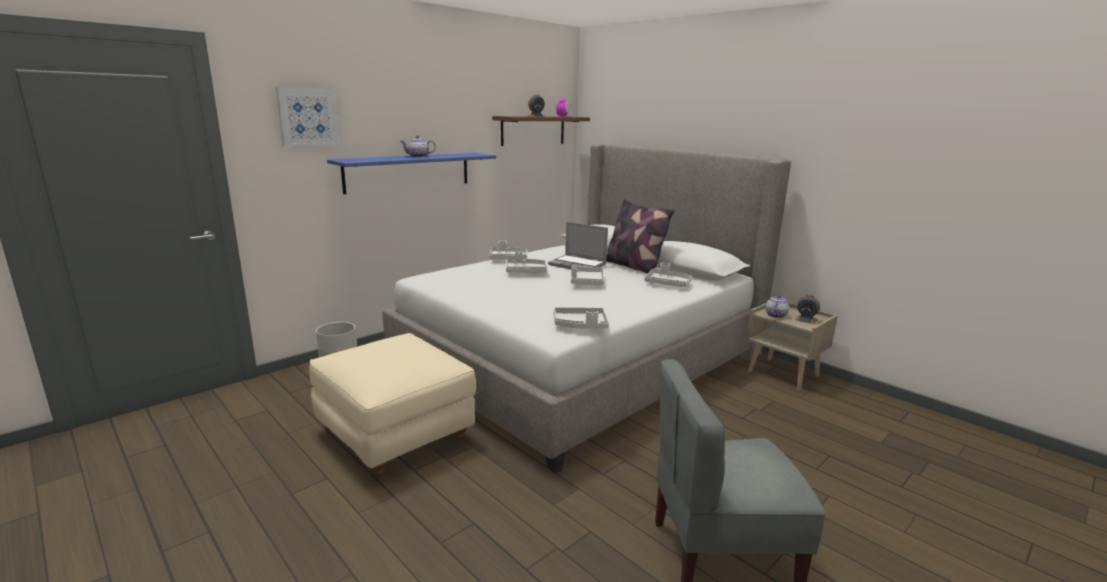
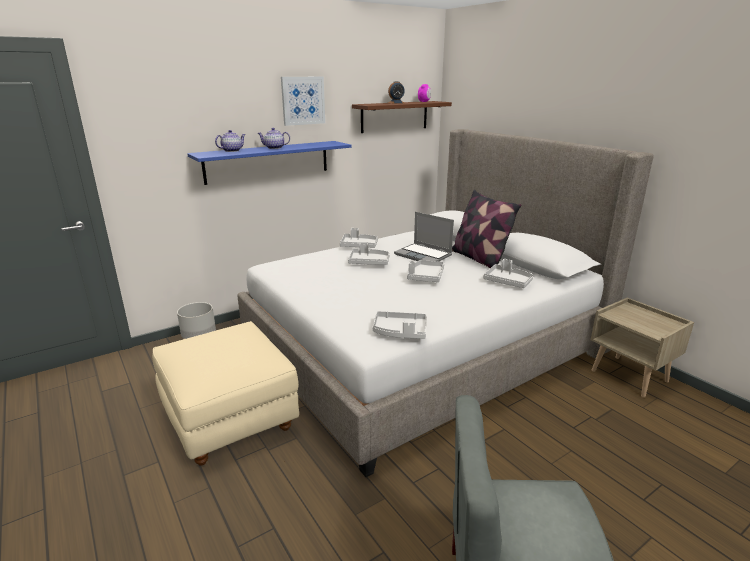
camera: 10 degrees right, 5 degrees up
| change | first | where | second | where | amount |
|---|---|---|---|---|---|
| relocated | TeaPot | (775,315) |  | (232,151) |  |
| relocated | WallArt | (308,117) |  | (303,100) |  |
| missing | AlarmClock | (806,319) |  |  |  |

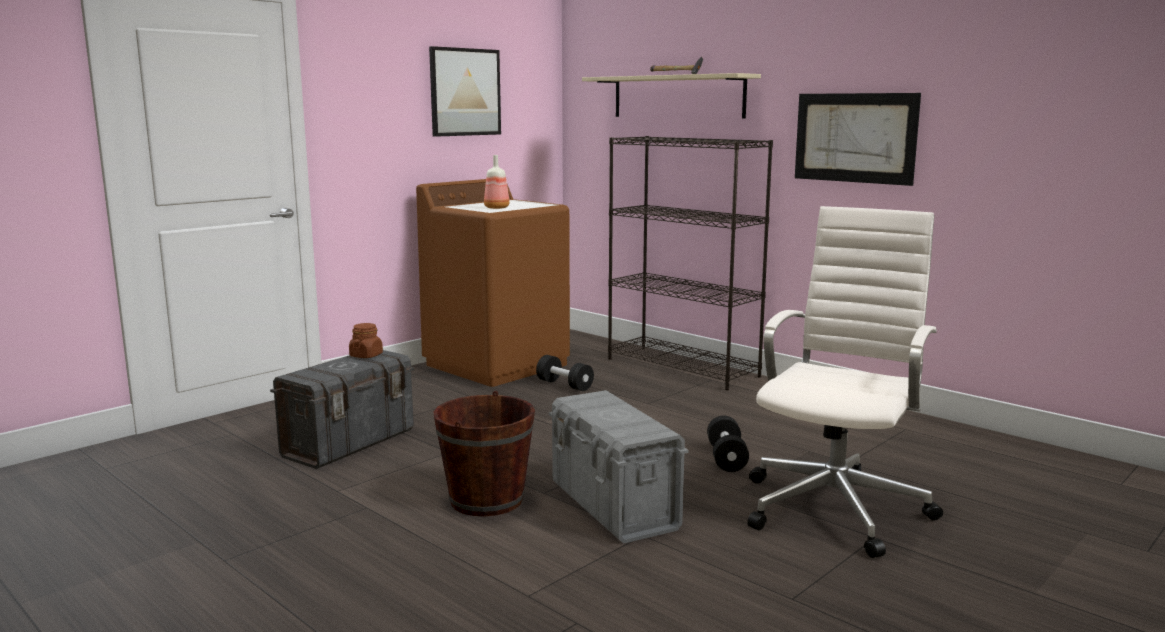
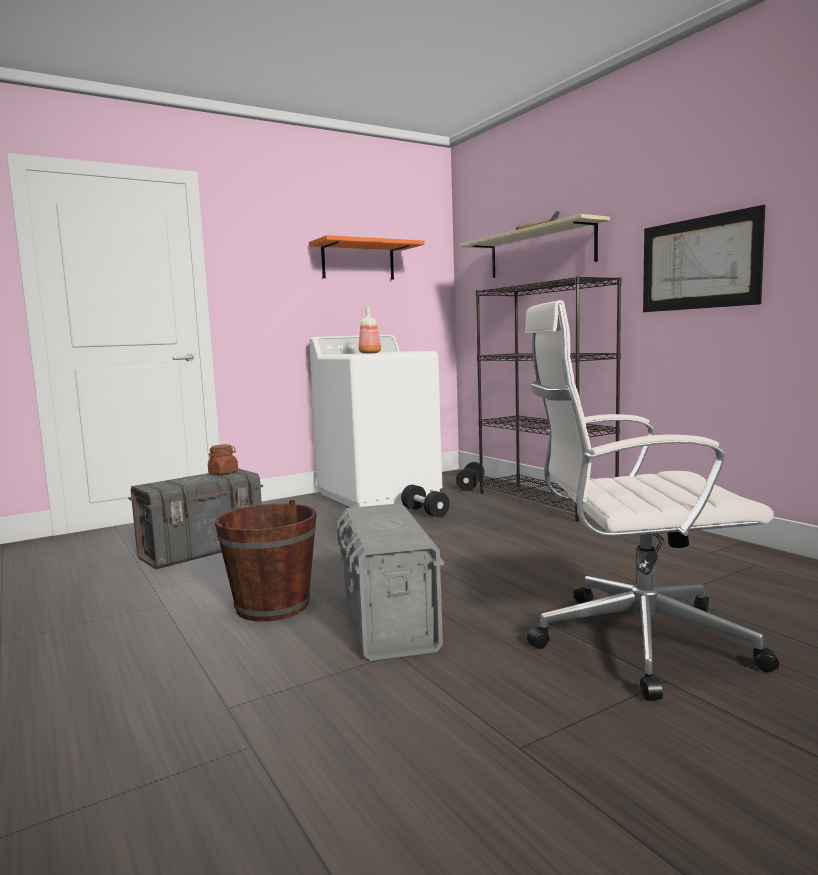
camera: 15 degrees right, 5 degrees down
| change | first | where | second | where | amount |
|---|---|---|---|---|---|
| exchanged | WallArt | (465,92) | OrangeColouredBracketShelf | (358,261) |  |
| colour | BrownColouredLaundryMachine | (497,364) | WhiteLaundryMachine | (380,495) |  |
| relocated | BlackColouredDumbbell | (726,458) |  | (470,486) |  |
| spun | WhiteDeskChair | (836,507) |  | (634,641) | 135 degrees counterclockwise |

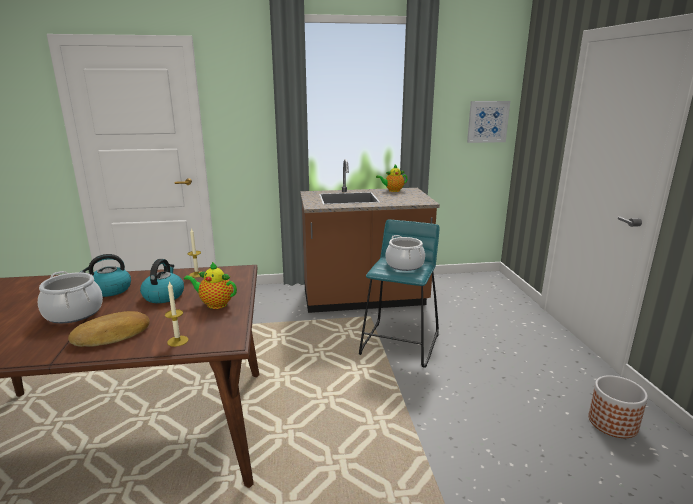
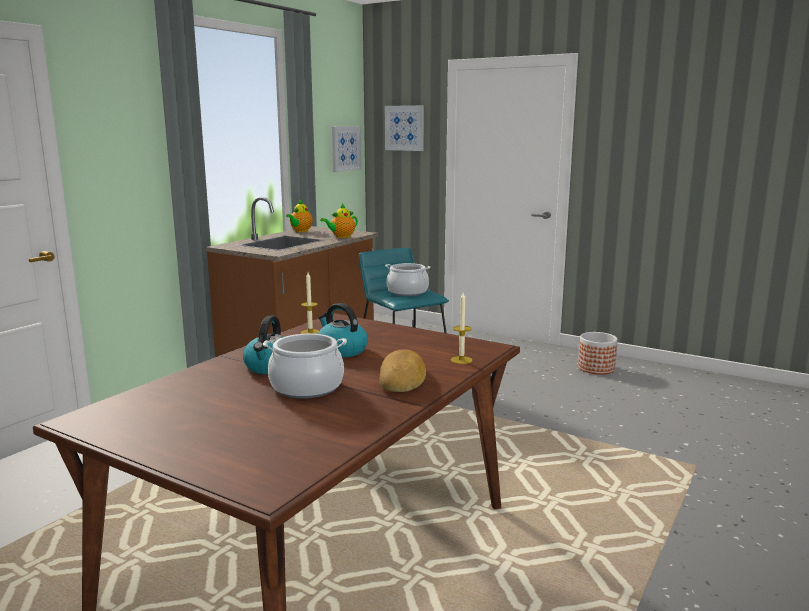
camera: 50 degrees left, 5 degrees down
| change | first | where | second | where | amount |
|---|---|---|---|---|---|
| relocated | TeaPot | (214,304) |  | (341,237) |  |
| appeared |  |  | WallArt | (404,128) |  |

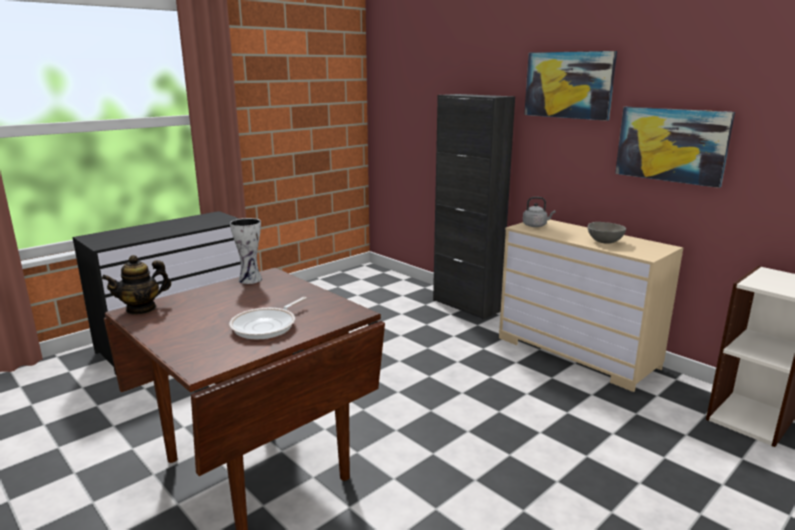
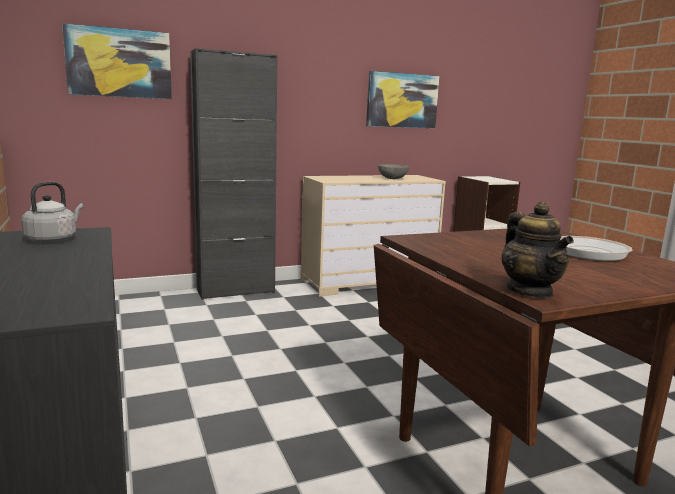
camera: 70 degrees left, 5 degrees down
| change | first | where | second | where | amount |
|---|---|---|---|---|---|
| relocated | GreyKettle | (536,225) |  | (53,239) |  |
| relocated | WallArt | (568,85) |  | (119,63) |  |
| missing | Vase | (251,279) |  |  |  |

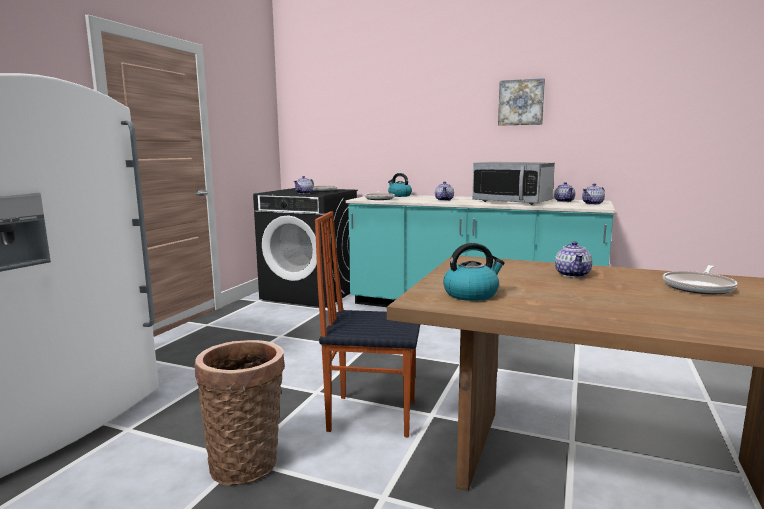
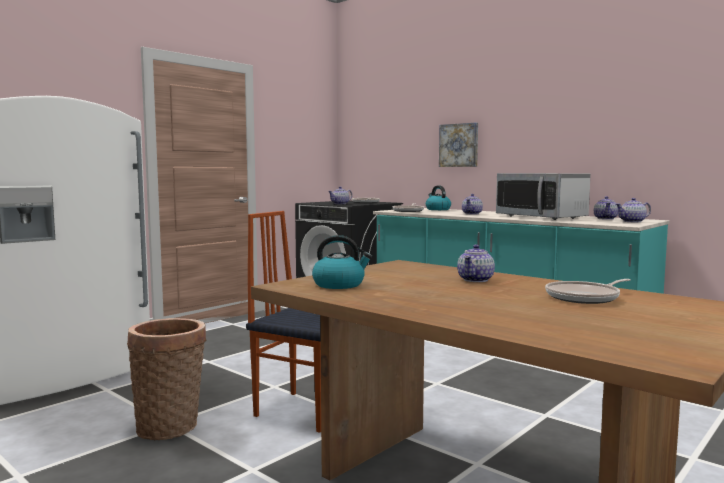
camera: 20 degrees right, 5 degrees down
| change | first | where | second | where | amount |
|---|---|---|---|---|---|
| relocated | WallArt | (521,102) |  | (459,145) |  |

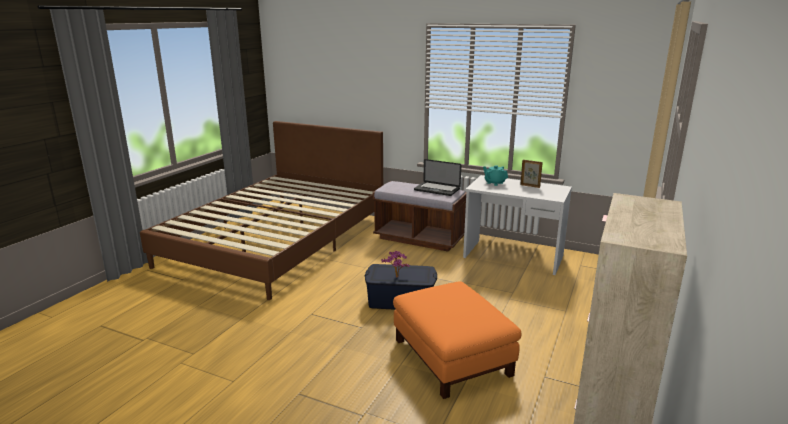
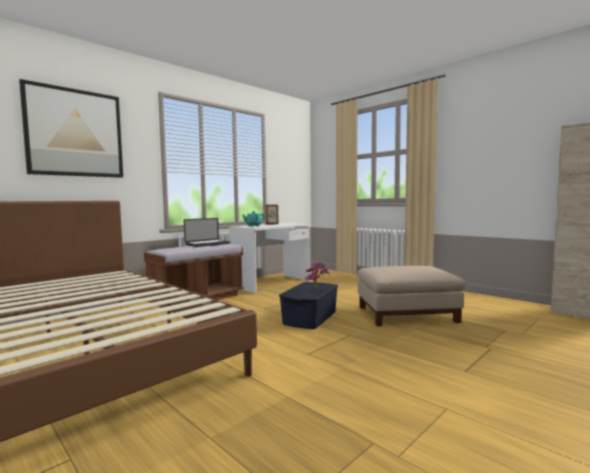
camera: 70 degrees left, 15 degrees down
| change | first | where | second | where | amount |
|---|---|---|---|---|---|
| appeared |  |  | WallArt | (75,133) |  |
| colour | OrangeColouredPouffe | (453,357) | SandColouredPouffe | (406,314) |  |

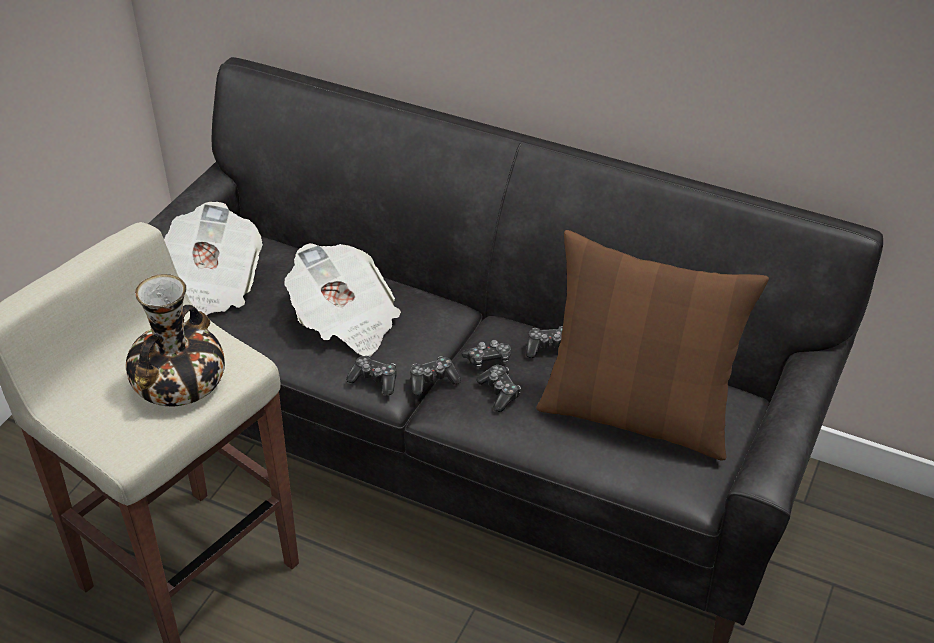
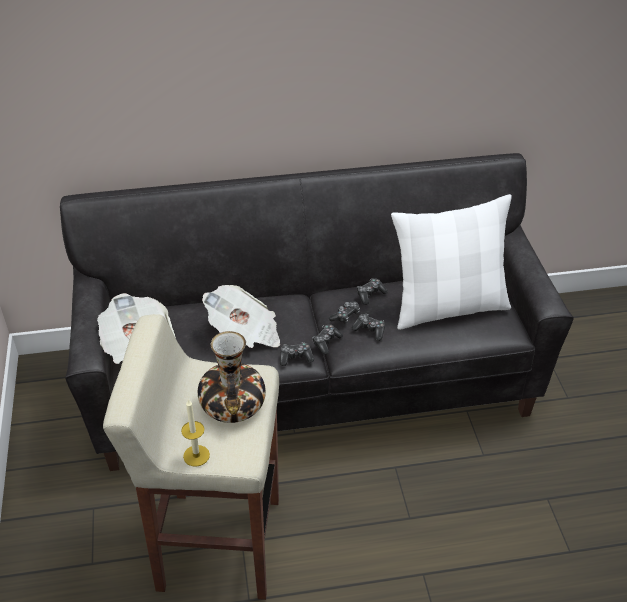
camera: 35 degrees left, 0 degrees up
| change | first | where | second | where | amount |
|---|---|---|---|---|---|
| appeared |  |  | Candle | (196,455) |  |
| colour | BrownColouredPillow | (636,414) | WhitePillow | (448,307) |  |

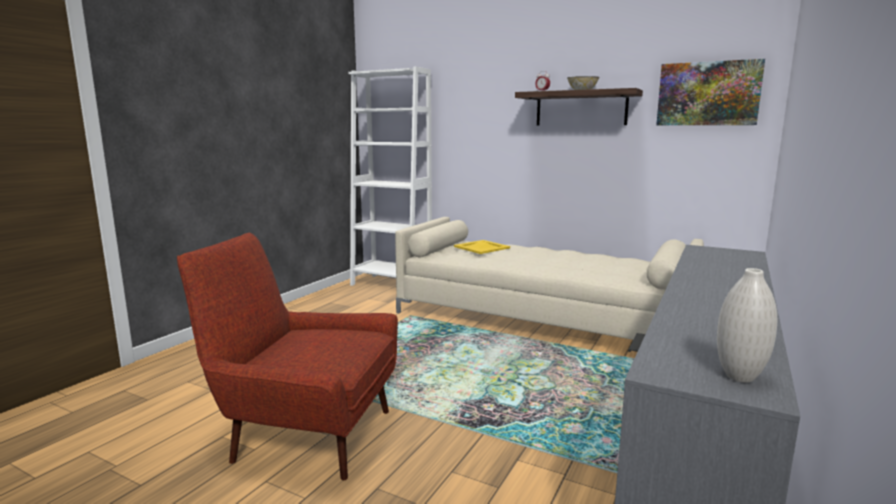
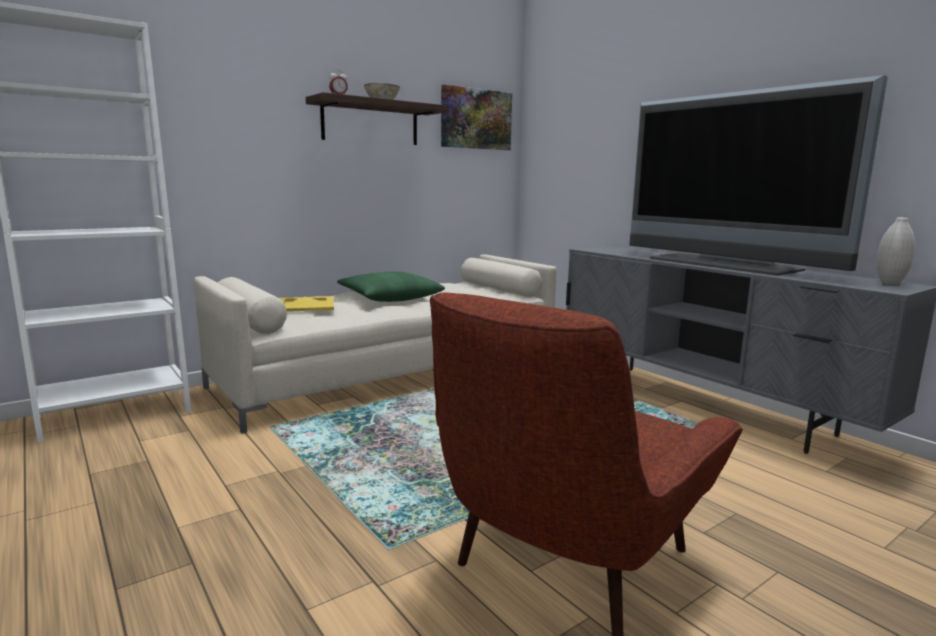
camera: 65 degrees left, 0 degrees up
| change | first | where | second | where | amount |
|---|---|---|---|---|---|
| appeared |  |  | GreenPillow | (390,297) |  |
| appeared |  |  | Television | (723,264) |  |

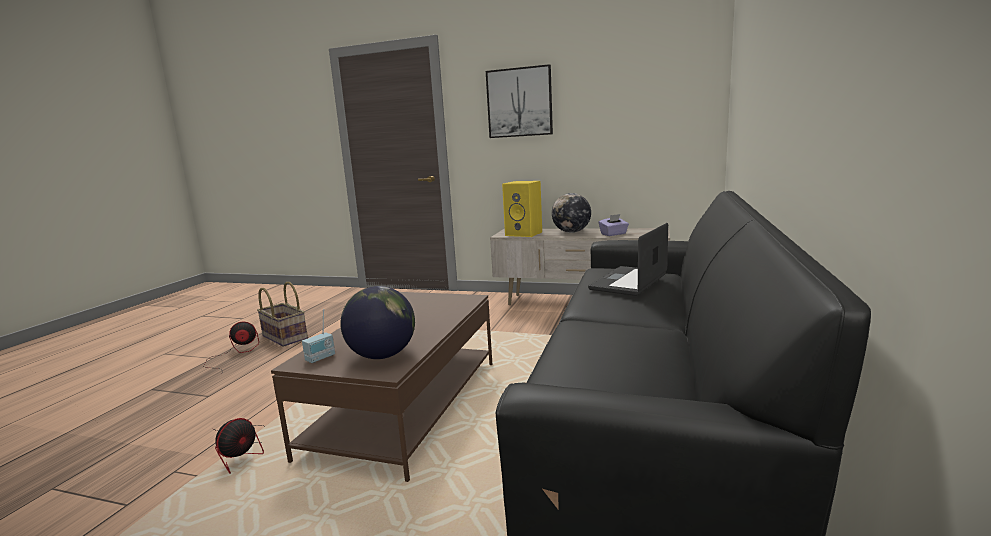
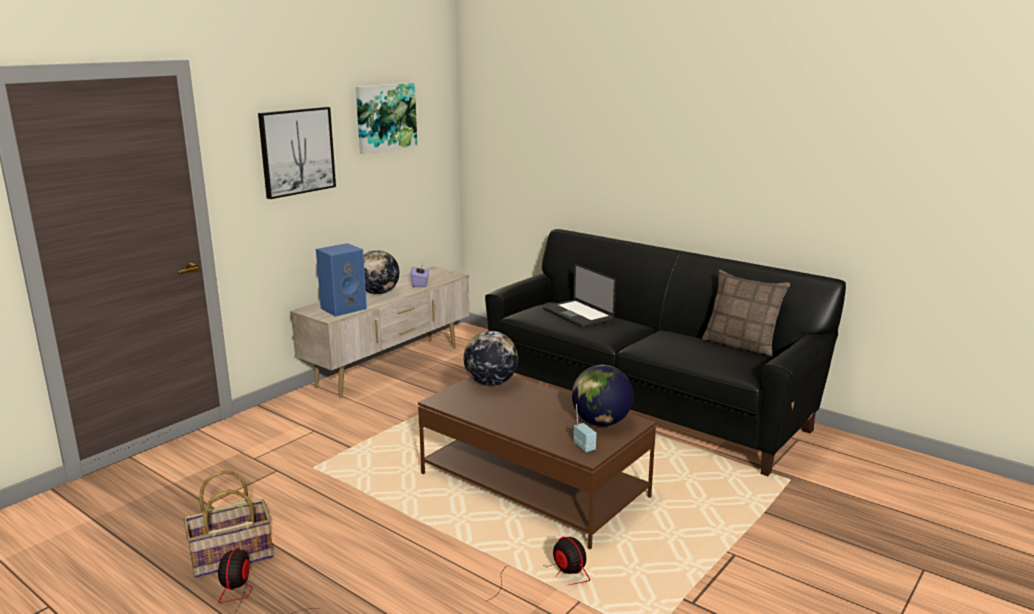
camera: 70 degrees left, 5 degrees up
| change | first | where | second | where | amount |
|---|---|---|---|---|---|
| colour | YellowishAudioSpeaker | (524,233) | BlueColouredAudioSpeaker | (344,308) |  |
| appeared |  |  | WallArt | (385,117) |  |
| appeared |  |  | Globe | (491,383) |  |
| appeared |  |  | Pillow | (741,345) |  |

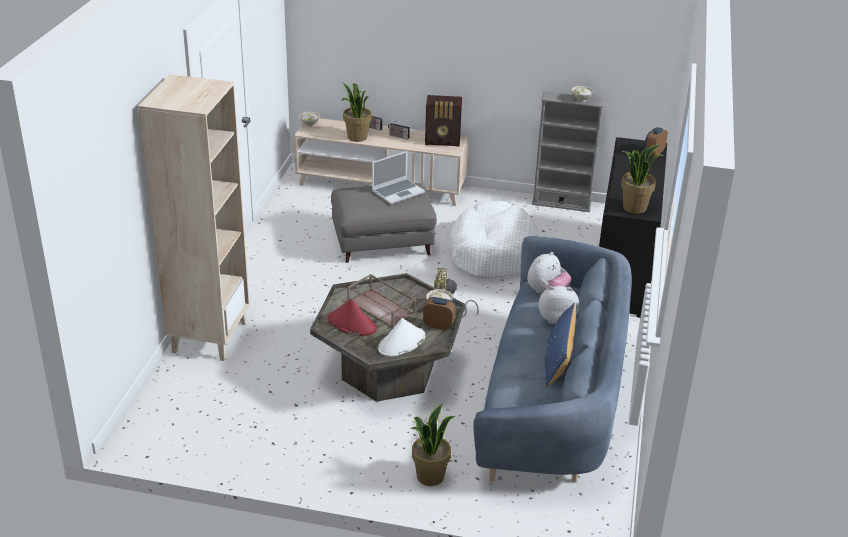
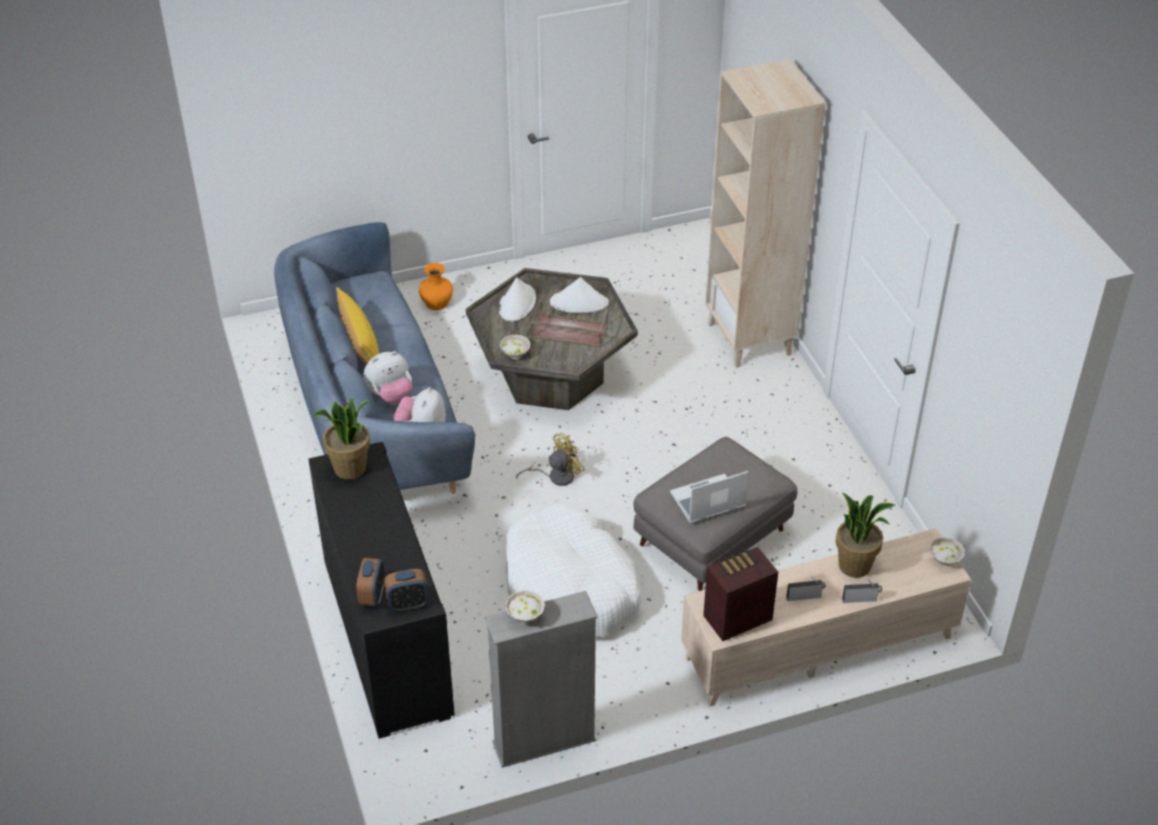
camera: 150 degrees right, 10 degrees up
| change | first | where | second | where | amount |
|---|---|---|---|---|---|
| colour | BlueColouredPillow | (558,360) | YellowishPillow | (361,347) |  |
| relocated | AlarmClock | (439,325) |  | (408,604) |  |
| exchanged | Houseplant | (430,476) | OrangeColouredVase | (437,303) |  |
| colour | ReddishHat | (352,324) | WhiteHat | (579,303) |  |
| spun | NotebookComputer | (398,192) |  | (707,501) | 45 degrees clockwise |

